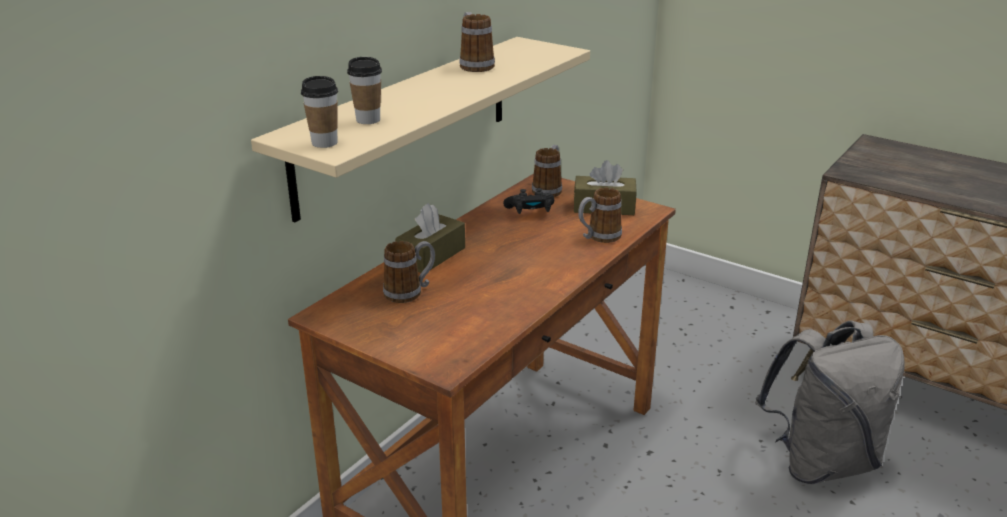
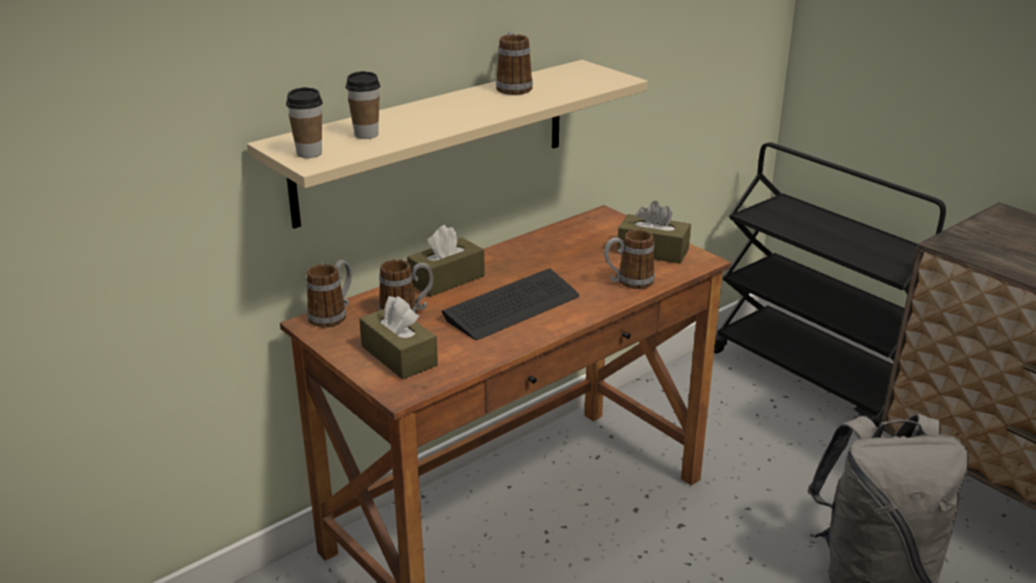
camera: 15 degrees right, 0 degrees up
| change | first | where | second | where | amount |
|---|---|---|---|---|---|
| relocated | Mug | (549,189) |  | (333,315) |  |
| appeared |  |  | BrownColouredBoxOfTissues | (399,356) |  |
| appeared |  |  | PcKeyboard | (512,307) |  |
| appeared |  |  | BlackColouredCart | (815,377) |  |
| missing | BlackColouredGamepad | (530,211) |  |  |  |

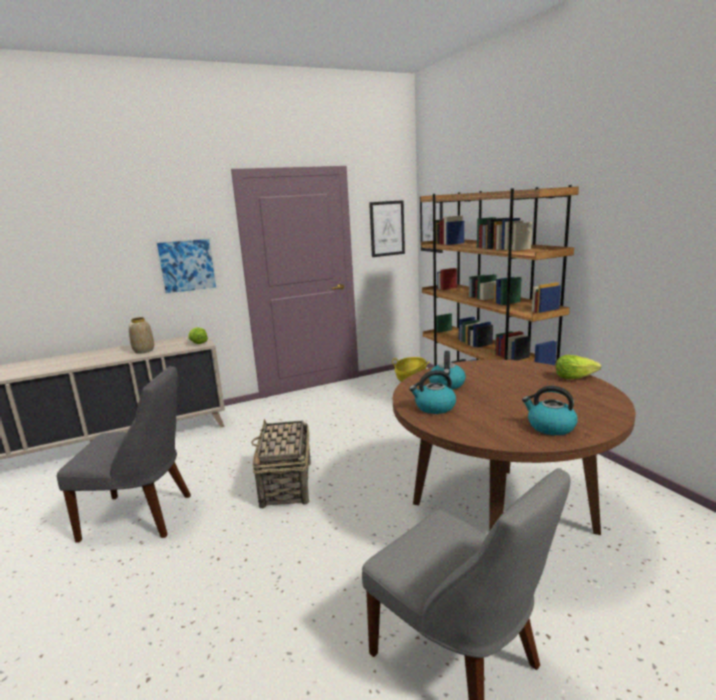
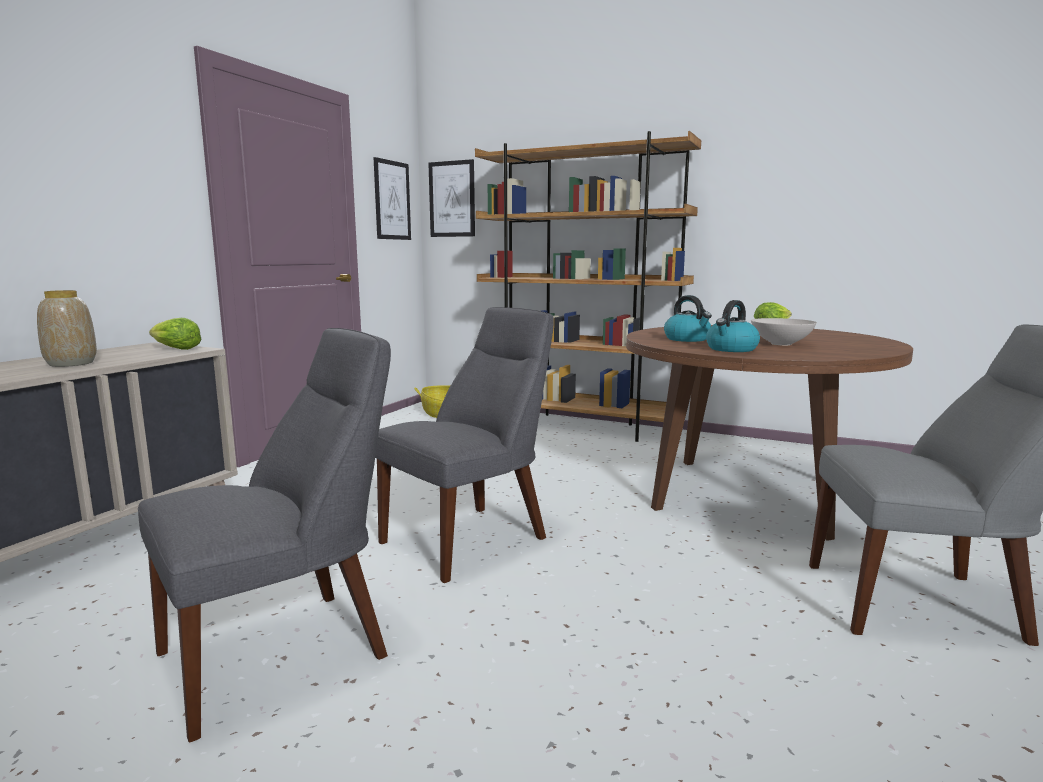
camera: 40 degrees left, 5 degrees down
| change | first | where | second | where | amount |
|---|---|---|---|---|---|
| exchanged | StorageBasket | (286,484) | GreyUprightChair | (470,538) |  |
| appeared |  |  | WhiteBowl | (780,344) |  |
| missing | WallArt | (187,265) |  |  |  |
| missing | Kettle | (550,427) |  |  |  |

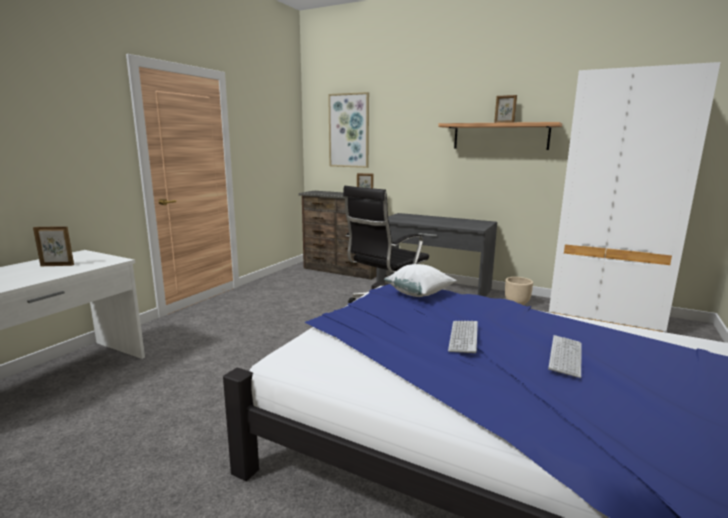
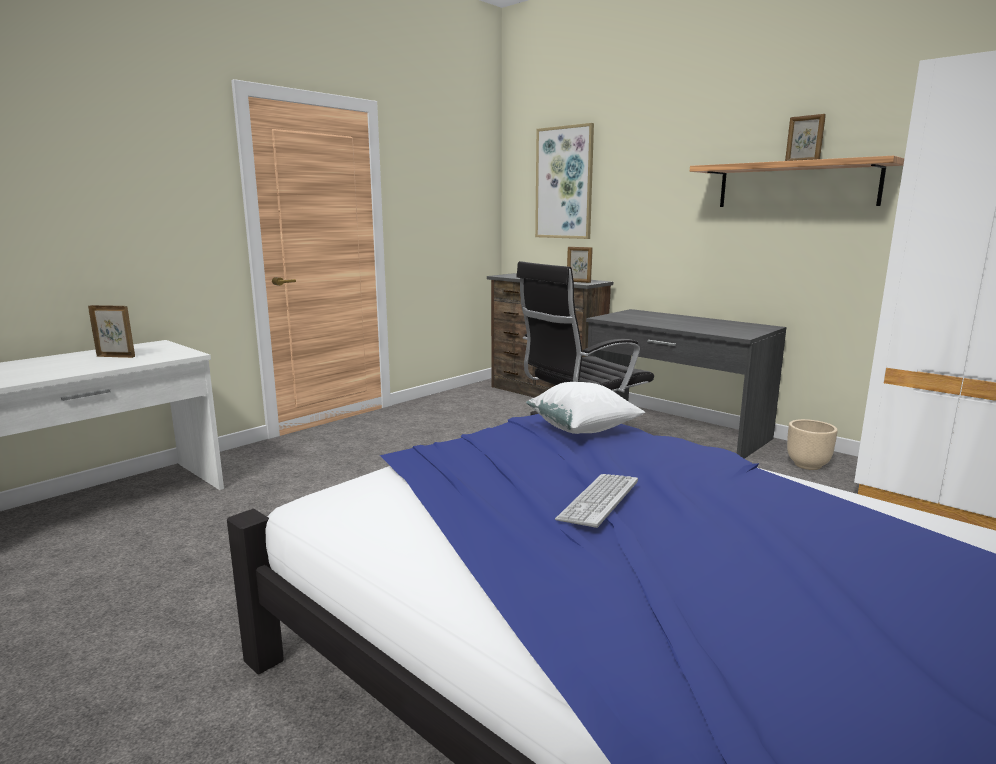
camera: 15 degrees right, 0 degrees up
| change | first | where | second | where | amount |
|---|---|---|---|---|---|
| missing | PcKeyboard | (565,357) |  |  |  |

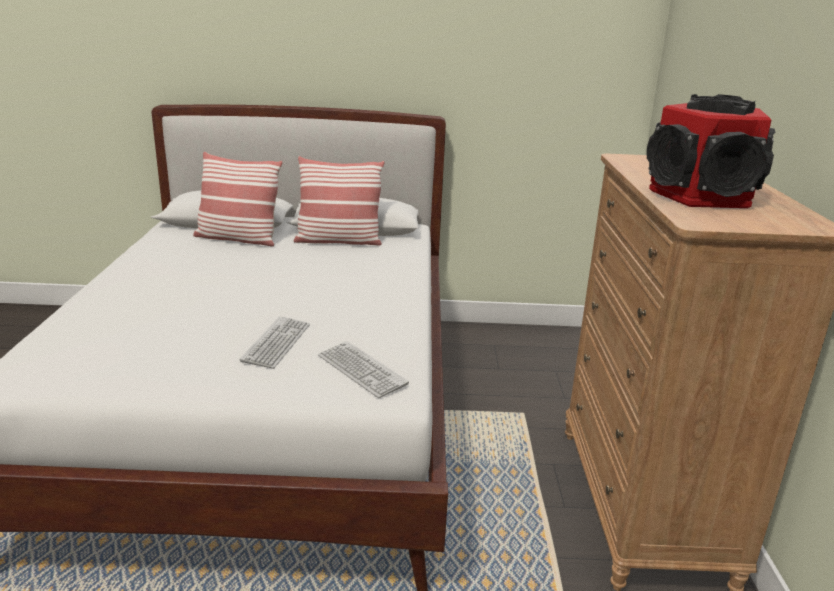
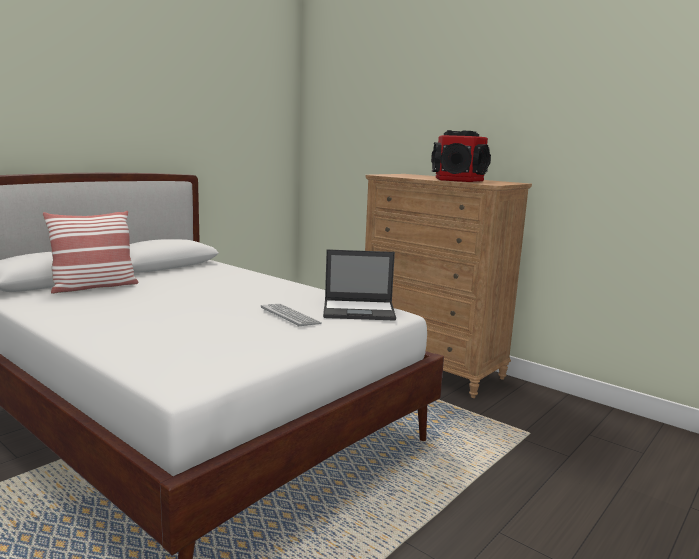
camera: 50 degrees left, 10 degrees down
| change | first | where | second | where | amount |
|---|---|---|---|---|---|
| exchanged | PcKeyboard | (361,370) | NotebookComputer | (360,310) |  |
| missing | Pillow | (338,241) |  |  |  |

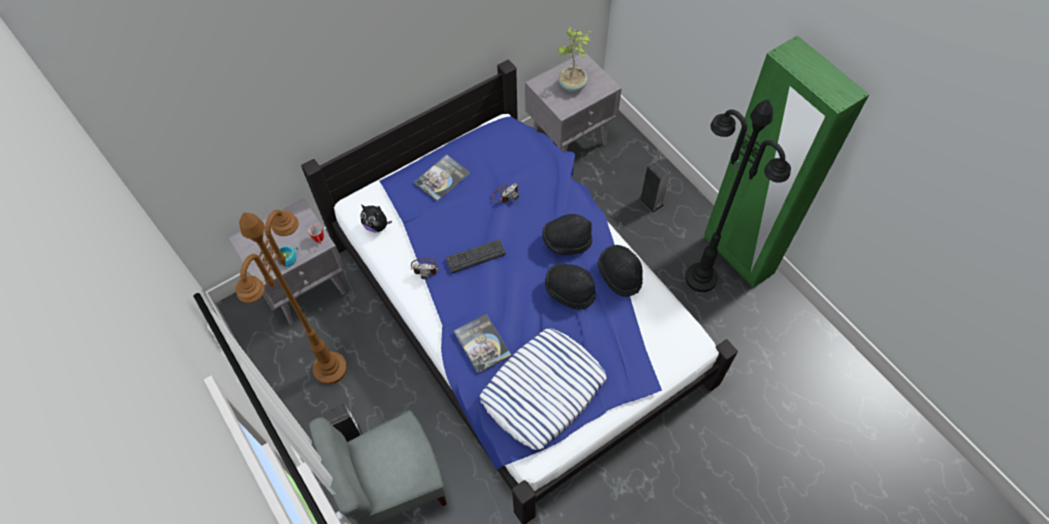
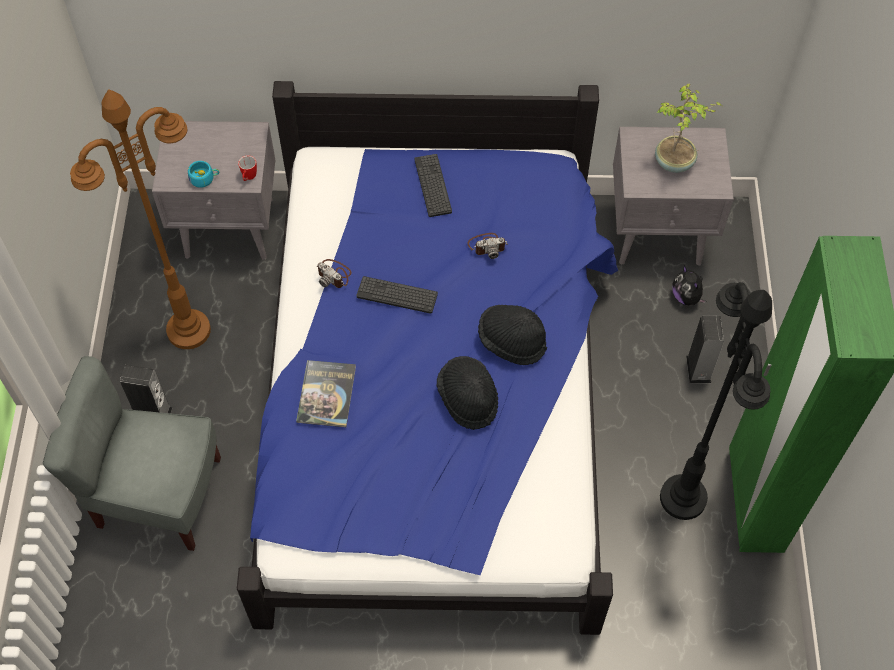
camera: 35 degrees right, 0 degrees up
| change | first | where | second | where | amount |
|---|---|---|---|---|---|
| exchanged | Volume | (442,178) | PcKeyboard | (433,185) |  |
| relocated | PlushToy | (377,226) |  | (686,297) |  |
| missing | Pillow | (543,390) |  |  |  |
| missing | BlackColouredHat | (620,275) |  |  |  |

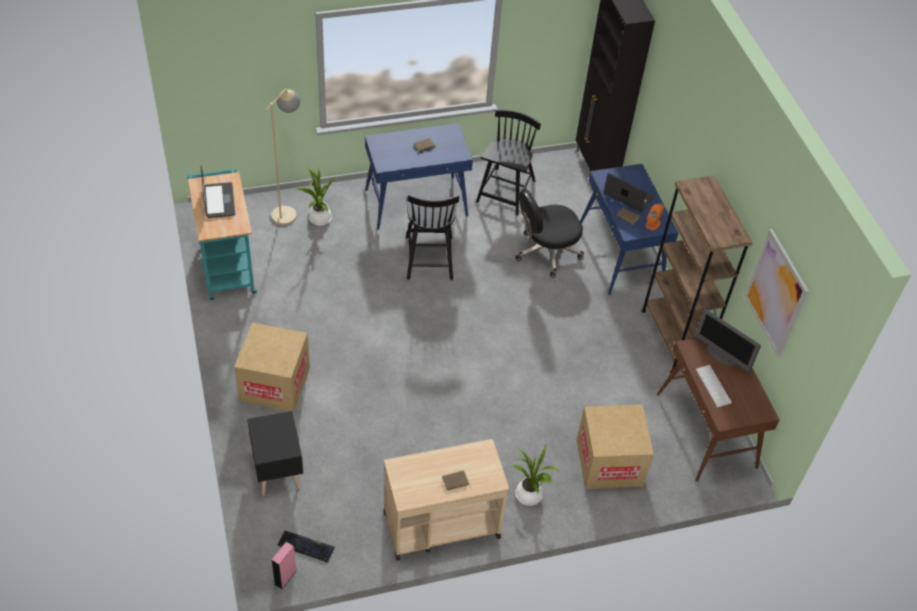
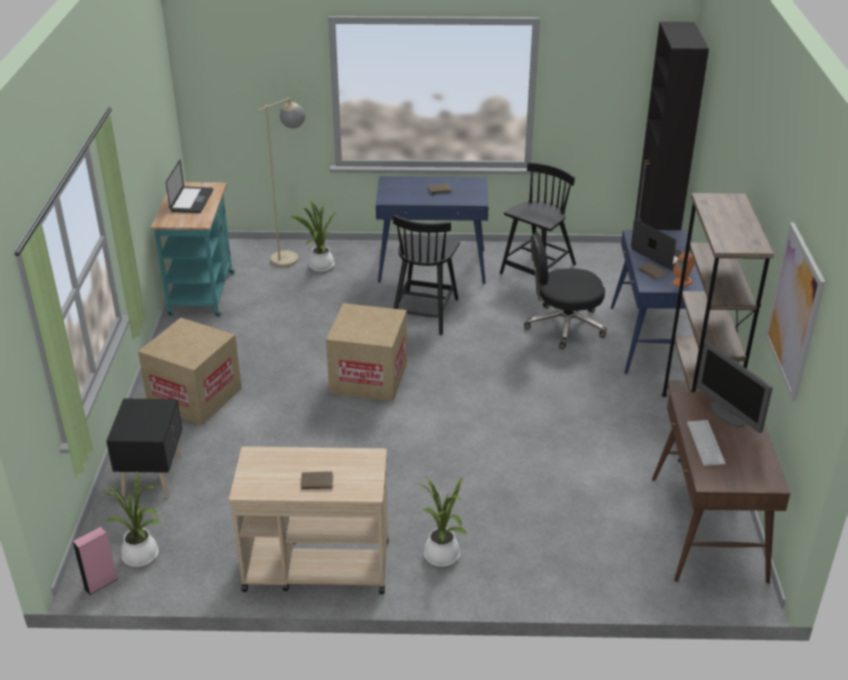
camera: 20 degrees right, 15 degrees down
| change | first | where | second | where | amount |
|---|---|---|---|---|---|
| exchanged | PcKeyboard | (306,546) | Houseplant | (142,557) |  |
| relocated | PackingBox | (609,462) |  | (368,377) |  |

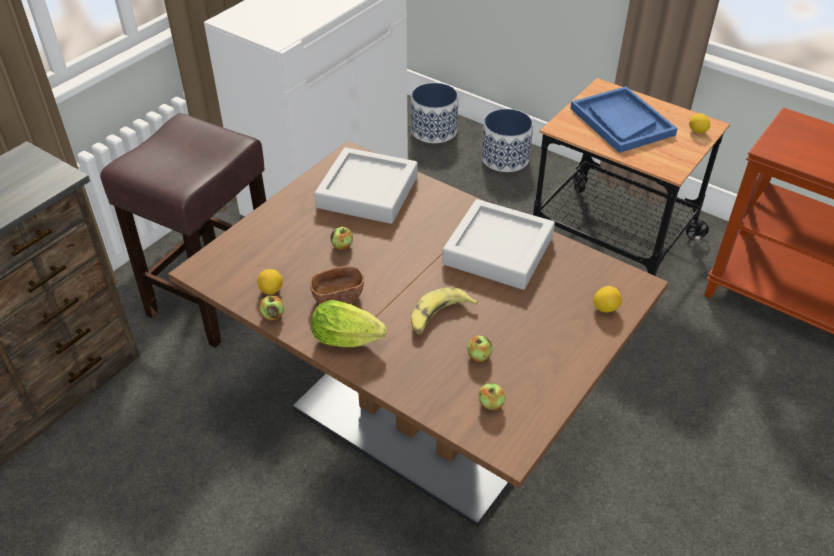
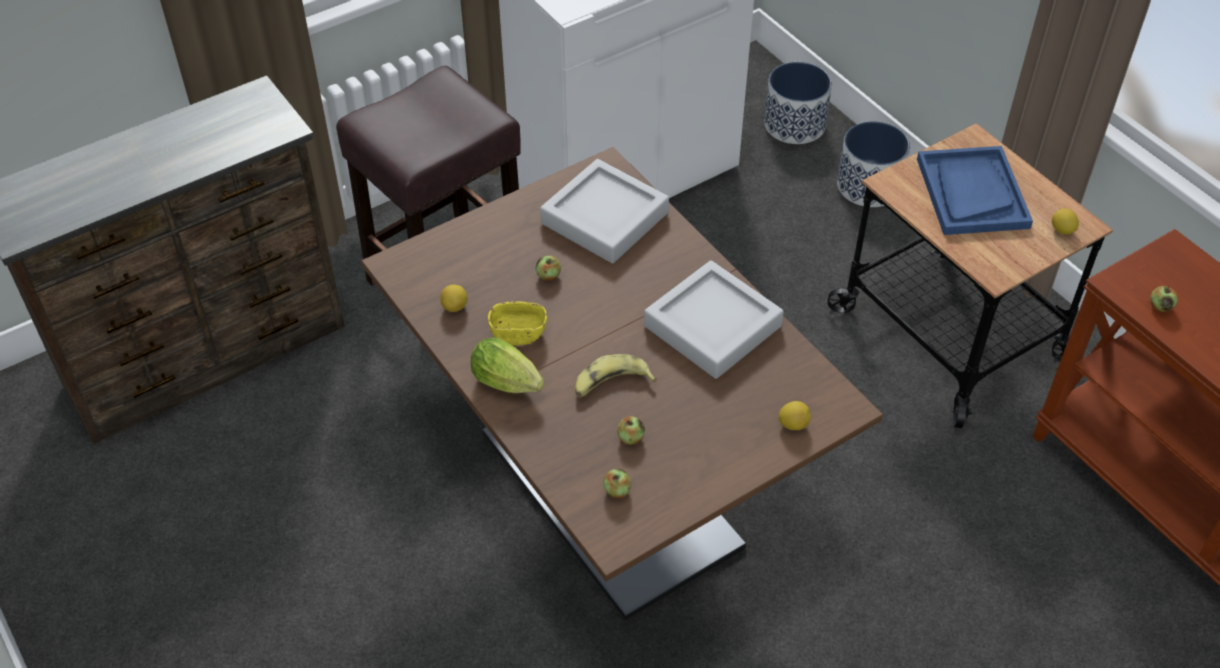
camera: 20 degrees right, 5 degrees up
| change | first | where | second | where | amount |
|---|---|---|---|---|---|
| colour | BrownColouredBowl | (338,297) | YellowishBowl | (518,333) |  |
| relocated | Apple | (273,315) |  | (1160,307) |  |

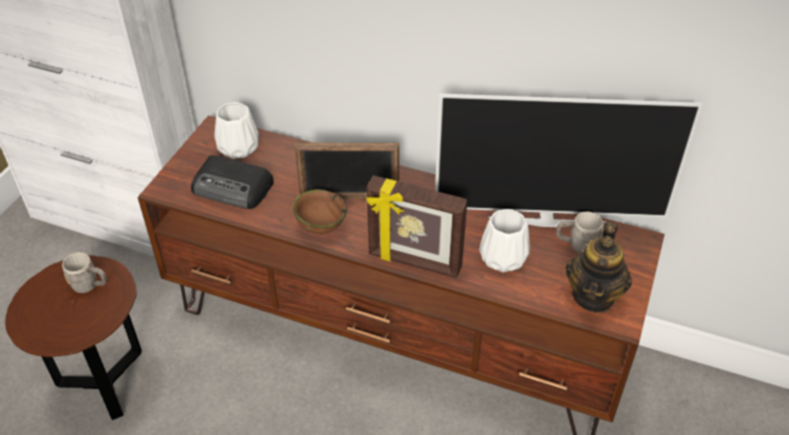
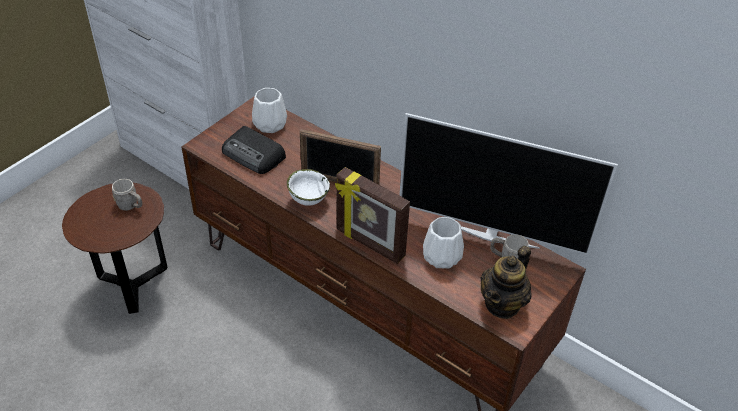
camera: 15 degrees right, 0 degrees up
| change | first | where | second | where | amount |
|---|---|---|---|---|---|
| colour | BrownColouredBowl | (320,227) | WhiteBowl | (308,200) |  |

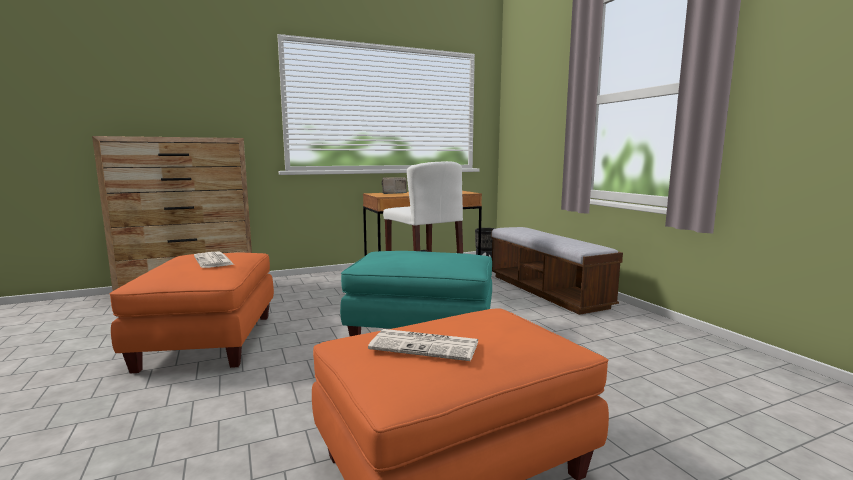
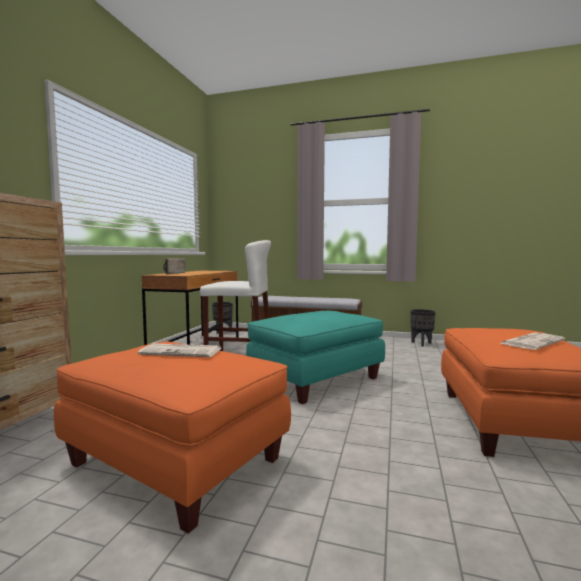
camera: 50 degrees left, 5 degrees down
| change | first | where | second | where | amount |
|---|---|---|---|---|---|
| appeared |  |  | BlackColouredPlanter | (421,344) |  |

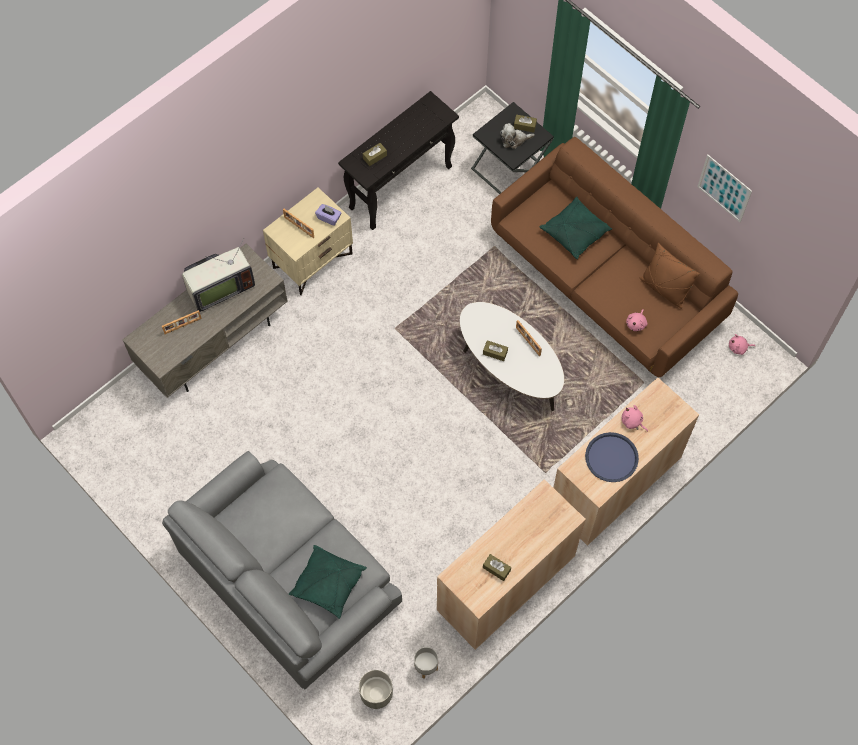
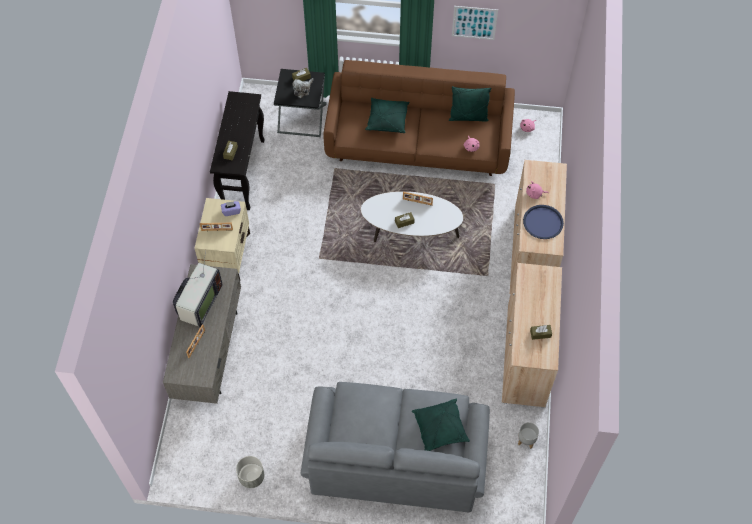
camera: 40 degrees left, 5 degrees down
| change | first | where | second | where | amount |
|---|---|---|---|---|---|
| relocated | GreyPlanter | (376,693) |  | (251,477) |  |
| colour | BrownColouredPillow | (664,289) | GreenPillow | (468,117) |  |

